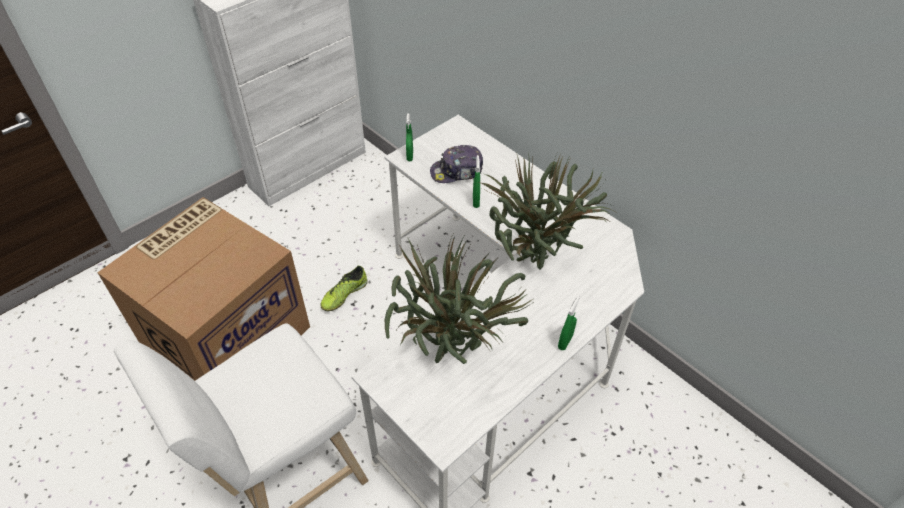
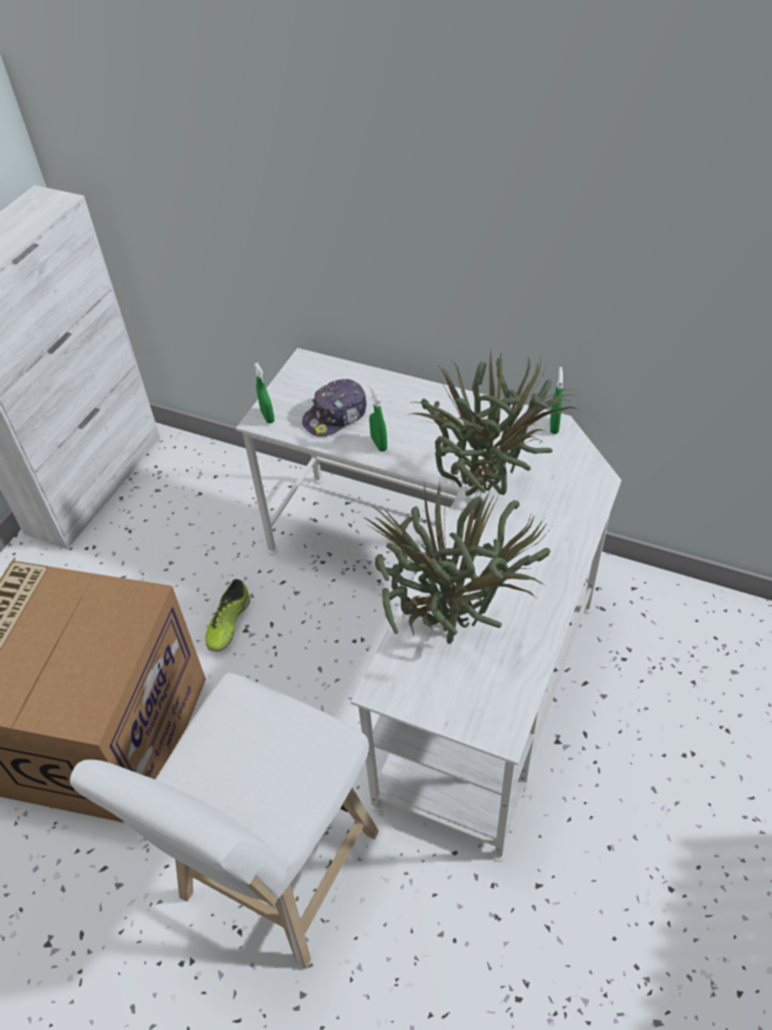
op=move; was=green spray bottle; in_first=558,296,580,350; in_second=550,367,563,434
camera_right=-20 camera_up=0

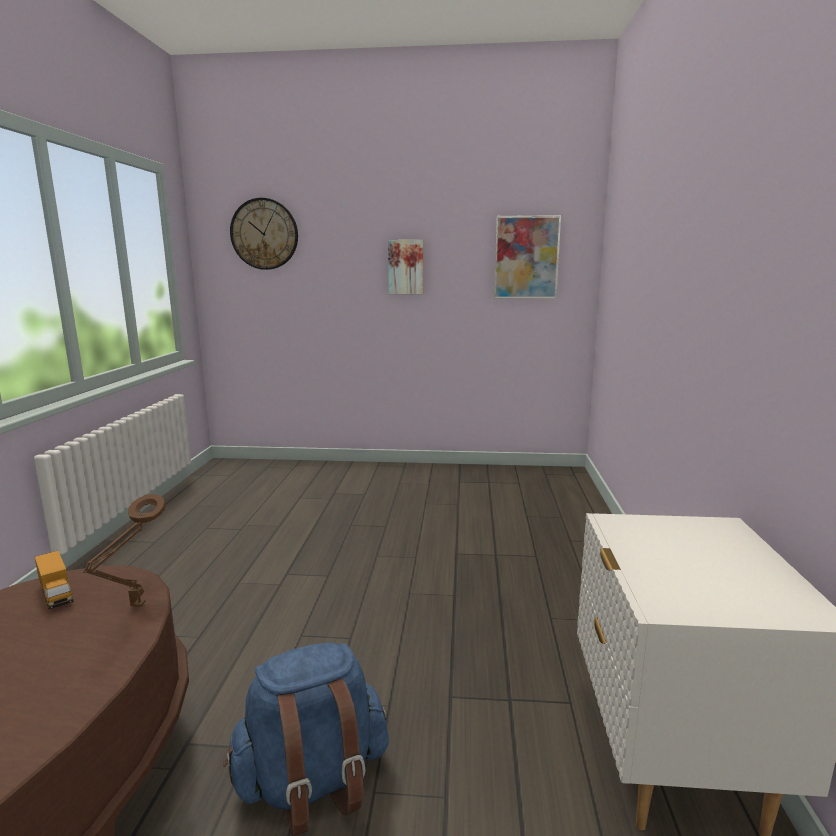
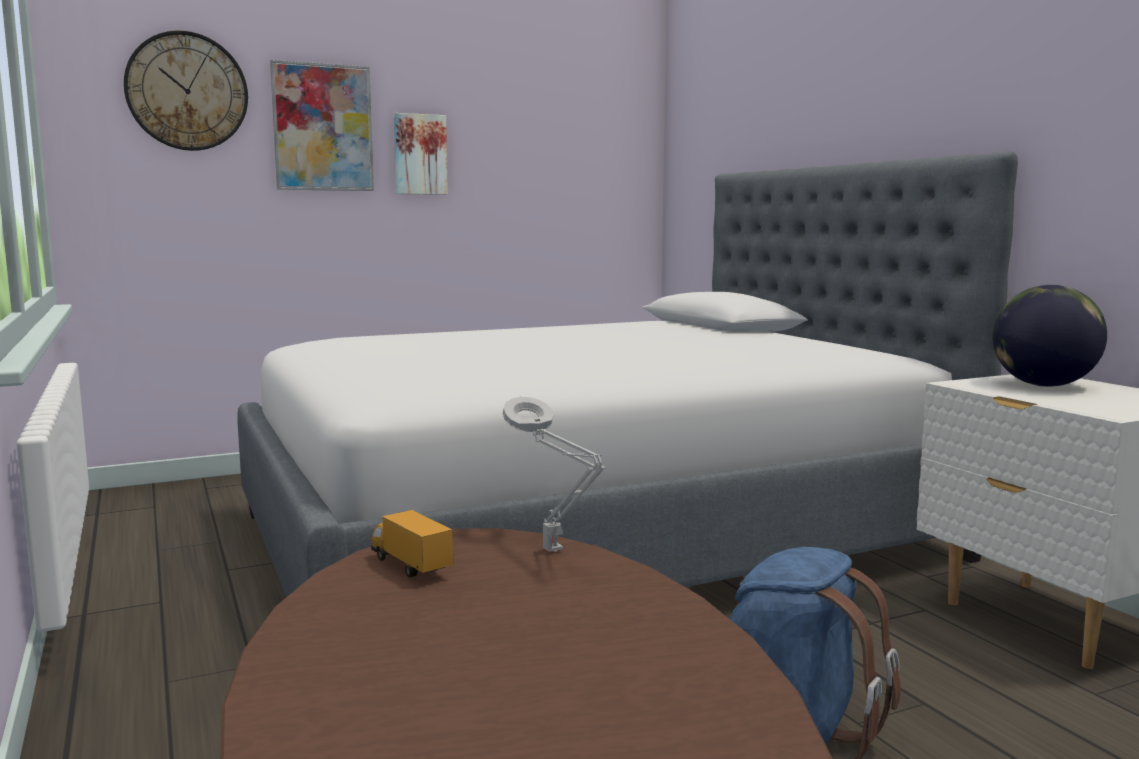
op=insert; now=bed; in_second=237,151,1018,597
op=insert; now=globe; in_second=992,285,1107,387
op=move; was=picture; in_first=494,215,561,299; in_second=270,60,374,191
op=recolor; was=brown table lamp; now=grey table lamp; in_first=83,494,166,607; in_second=503,397,605,552
op=rotate; was=toy truck; in_first=35,551,73,609; in_second=371,510,453,578; clockwise=-150
camera_right=-30 camera_up=-5

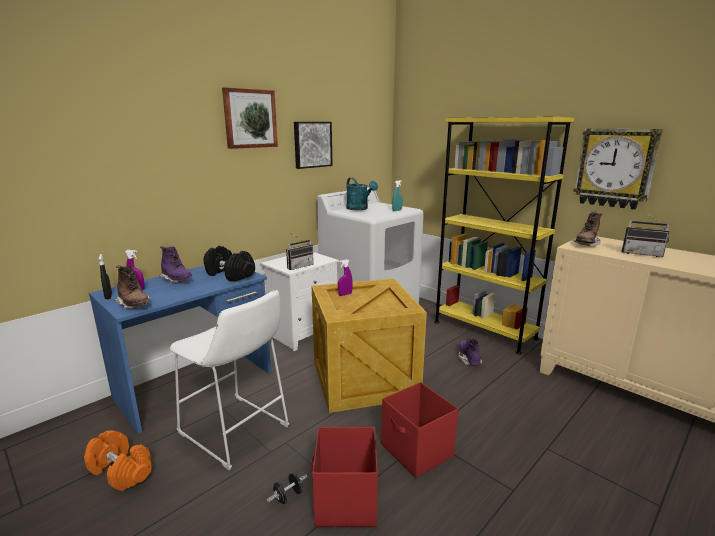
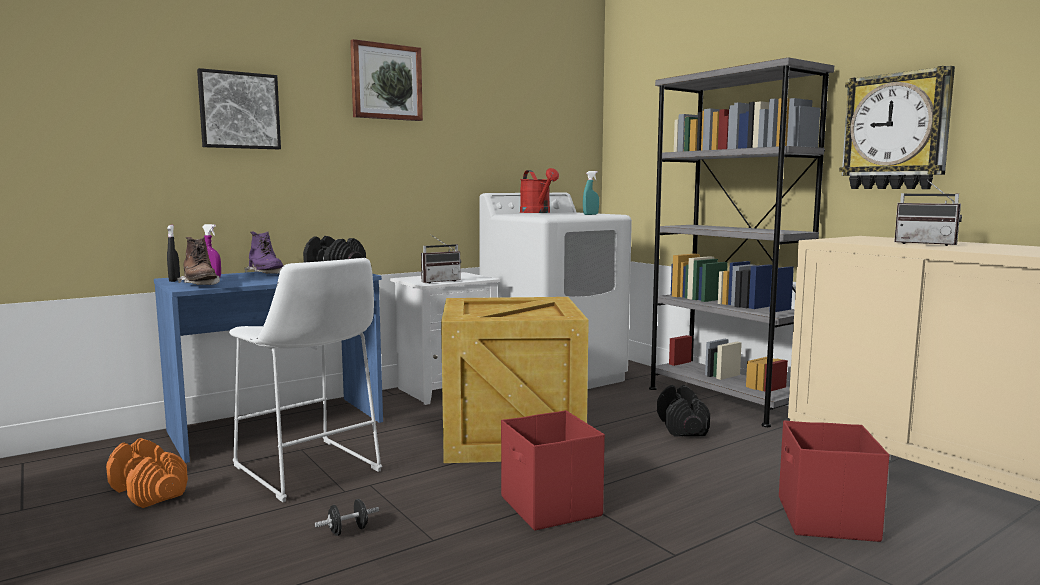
op=delete; was=purple spray bottle; in_first=338,259,353,296
op=delete; was=brown boot; in_first=574,211,602,246
op=move; was=picture; in_first=294,122,333,169; in_second=197,68,281,149
op=move; was=red storage box; in_first=311,427,378,527; in_second=779,421,889,542
op=replace; was=purple boot; now=black dumbbell; in_first=458,337,483,365; in_second=657,385,710,436
op=recolor; was=turquoise watering can; now=red watering can; in_first=346,178,378,210; in_second=520,168,559,213
op=recolor; was=yellow bookcase; now=grey bookcase; in_first=434,117,574,355; in_second=649,57,834,427
camera_right=10 camera_up=-10

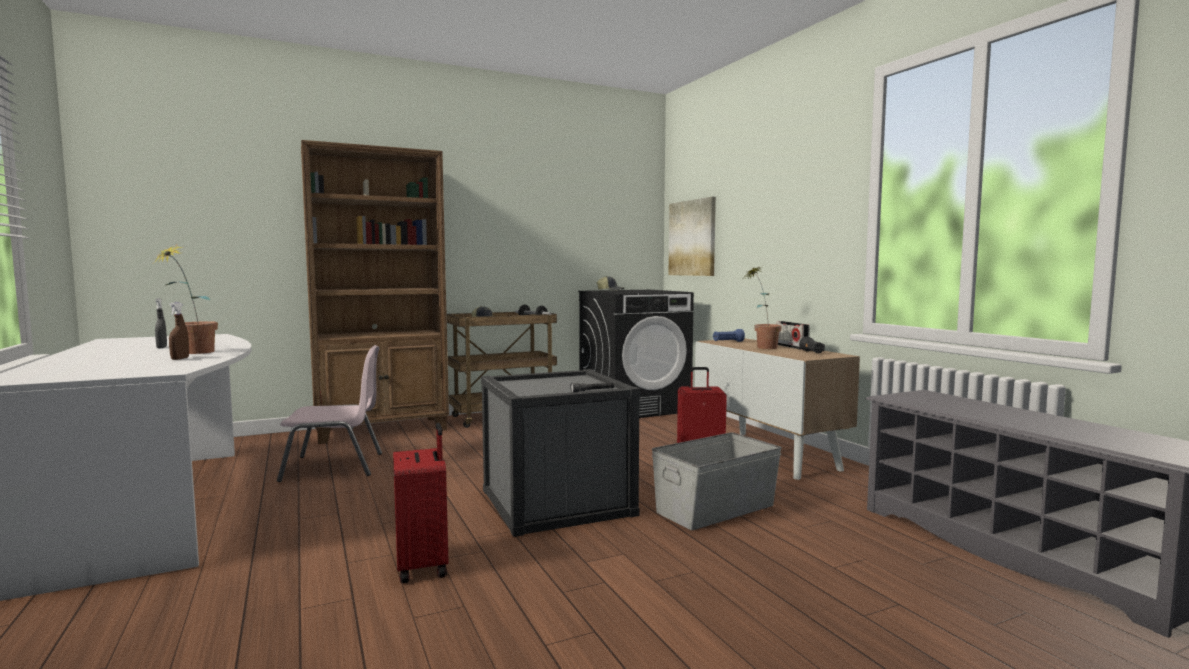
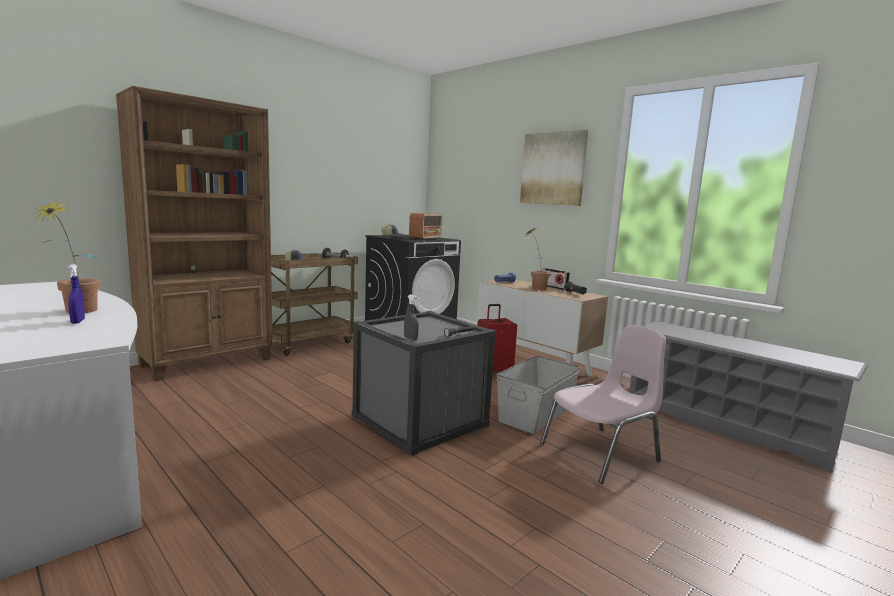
op=delete; was=red suitcase; in_first=393,423,449,583
op=insert; now=radio; in_second=409,213,442,240
op=move; was=grey spray bottle; in_first=155,298,167,348; in_second=404,294,419,340
op=move; was=pink chair; in_first=277,345,382,482; in_second=540,325,666,484
op=move; was=picture; in_first=669,197,716,276; in_second=520,130,588,206
op=recolor; was=brown spray bottle; now=blue spray bottle; in_first=169,302,189,360; in_second=68,264,85,324
camera_right=-20 camera_up=5

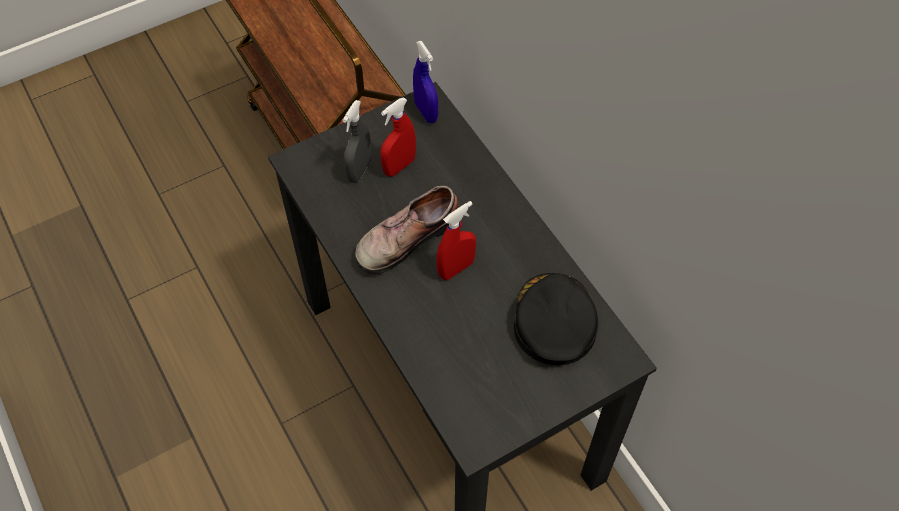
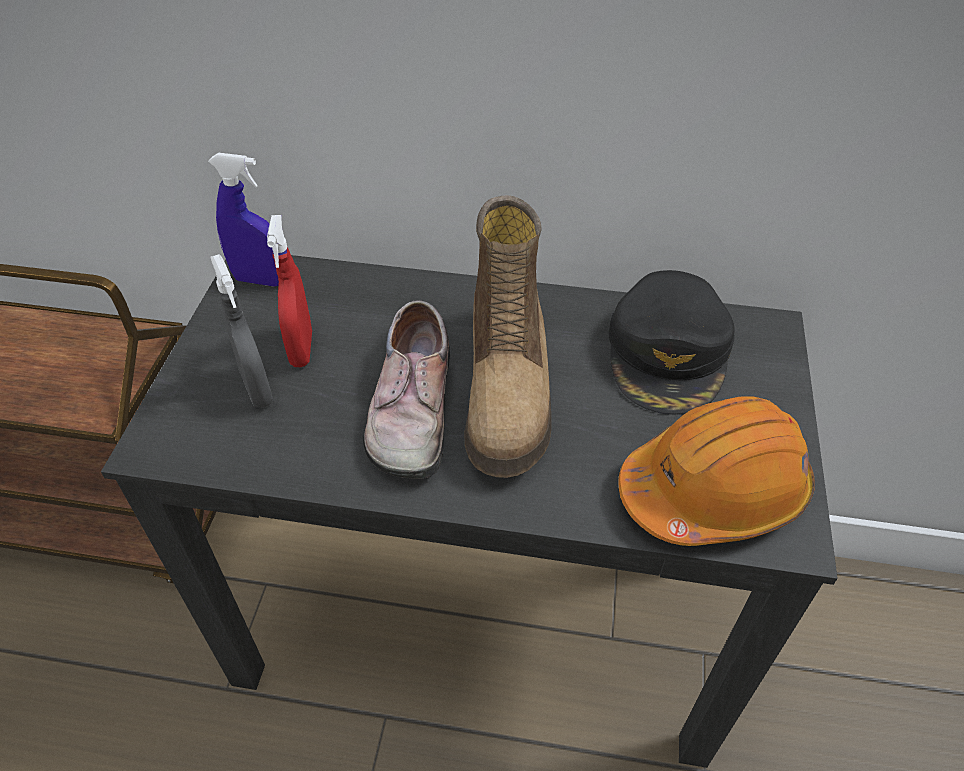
op=insert; now=orange hard hat; in_second=618,396,815,546
op=replace; was=red spray bottle; now=boot; in_first=436,201,476,280; in_second=464,195,551,478
op=rotate; was=black cap; in_first=514,273,599,365; in_second=609,270,735,415; clockwise=-120
camera_right=-50 camera_up=-10

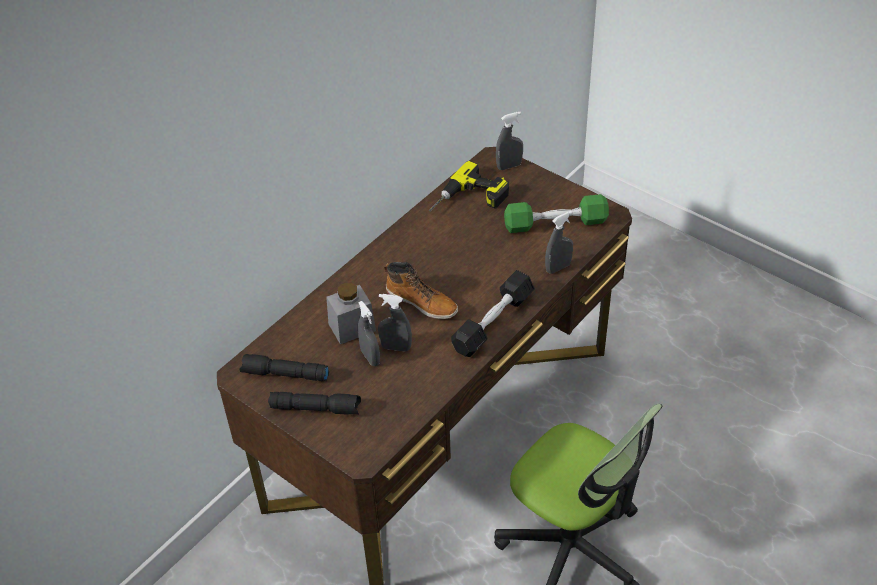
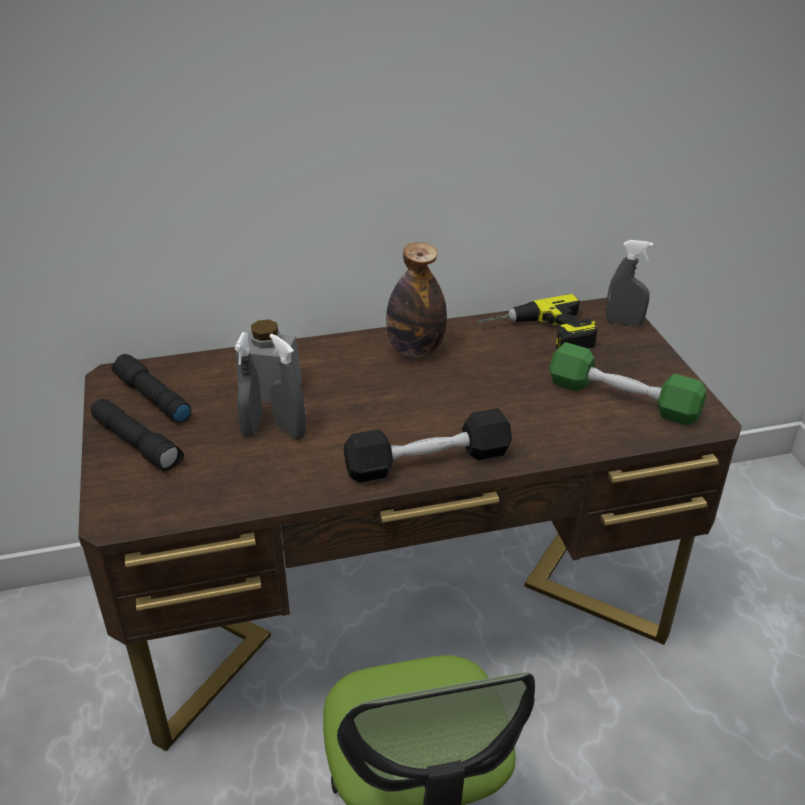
op=delete; was=boot; in_first=384,262,458,319
op=delete; was=grey spray bottle; in_first=545,211,573,274
op=insert; now=bottle; in_second=386,242,447,358
camera_right=35 camera_up=-10

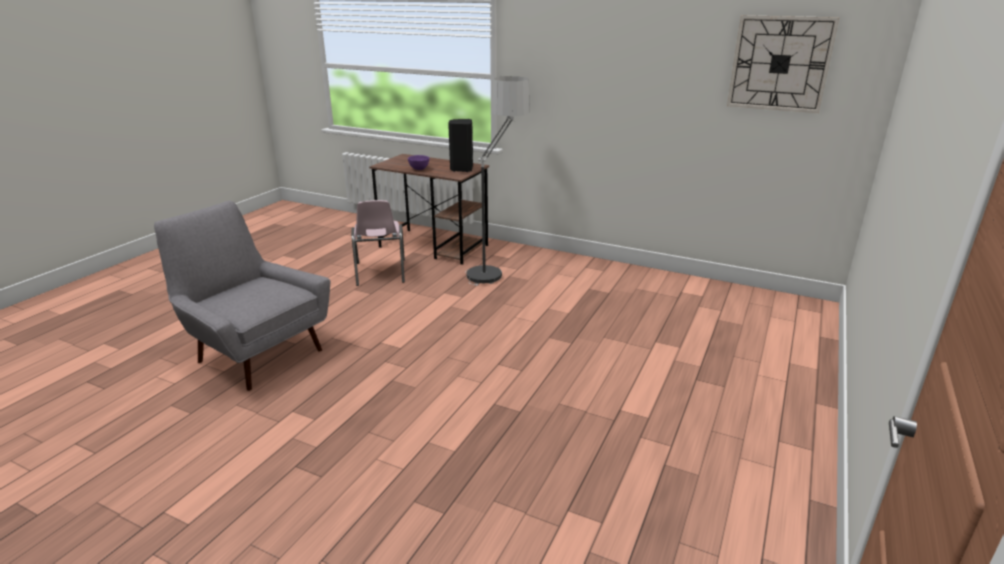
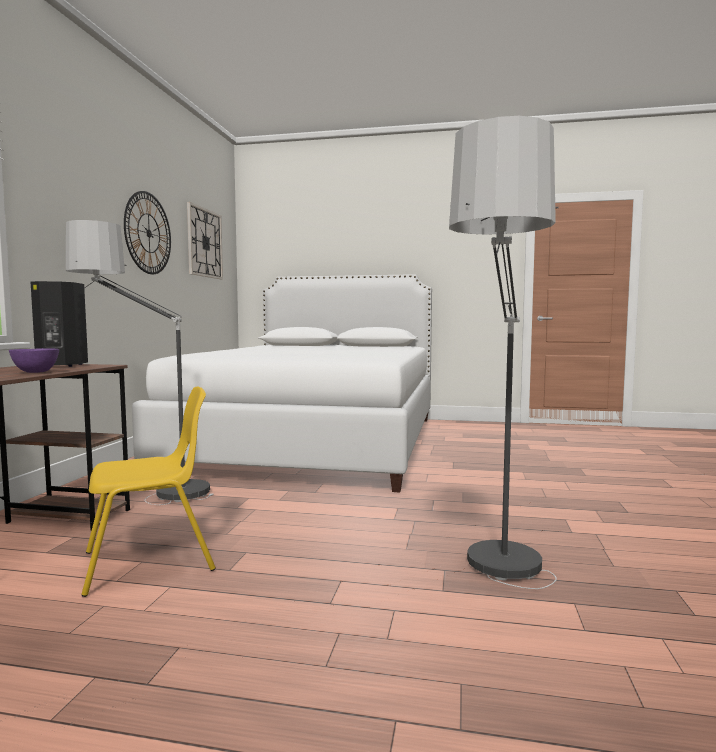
op=insert; now=wall clock; in_second=124,191,171,274
op=insert; now=white bed; in_second=132,274,432,492
op=replace; was=grey armchair; now=floor lamp; in_first=154,200,330,391; in_second=449,116,559,589
op=recolor; was=pink chair; now=yellow chair; in_first=351,200,405,286; in_second=81,386,216,597
camera_right=-105 camera_up=-20

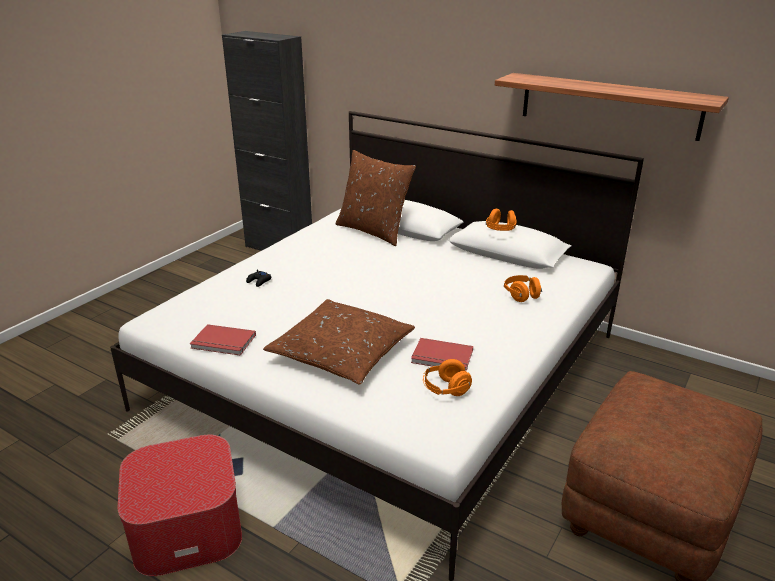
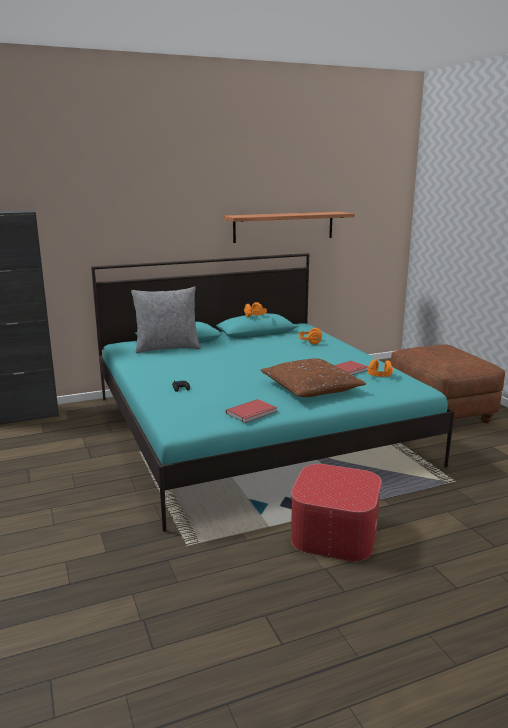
op=recolor; was=white bed; now=turquoise bed; in_first=110,111,644,581; in_second=91,253,454,532
op=recolor; was=brown pillow; now=grey pillow; in_first=336,150,416,246; in_second=131,287,201,353
camera_right=-55 camera_up=-10

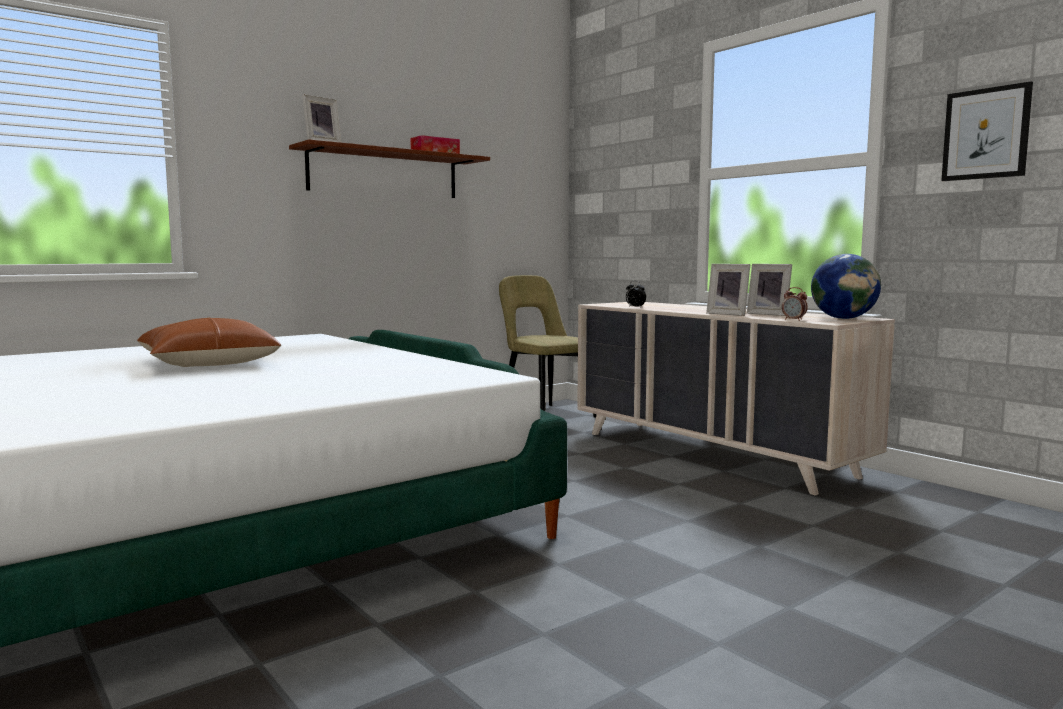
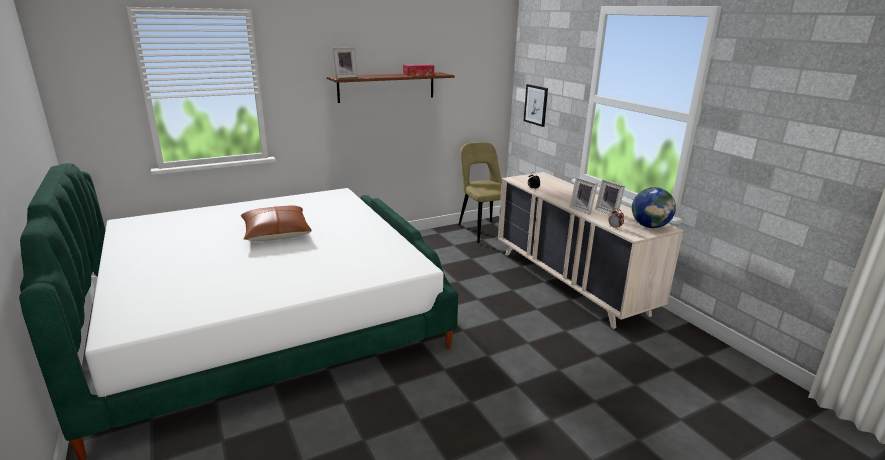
op=move; was=picture; in_first=941,81,1033,181; in_second=524,84,548,127
camera_right=10 camera_up=15

